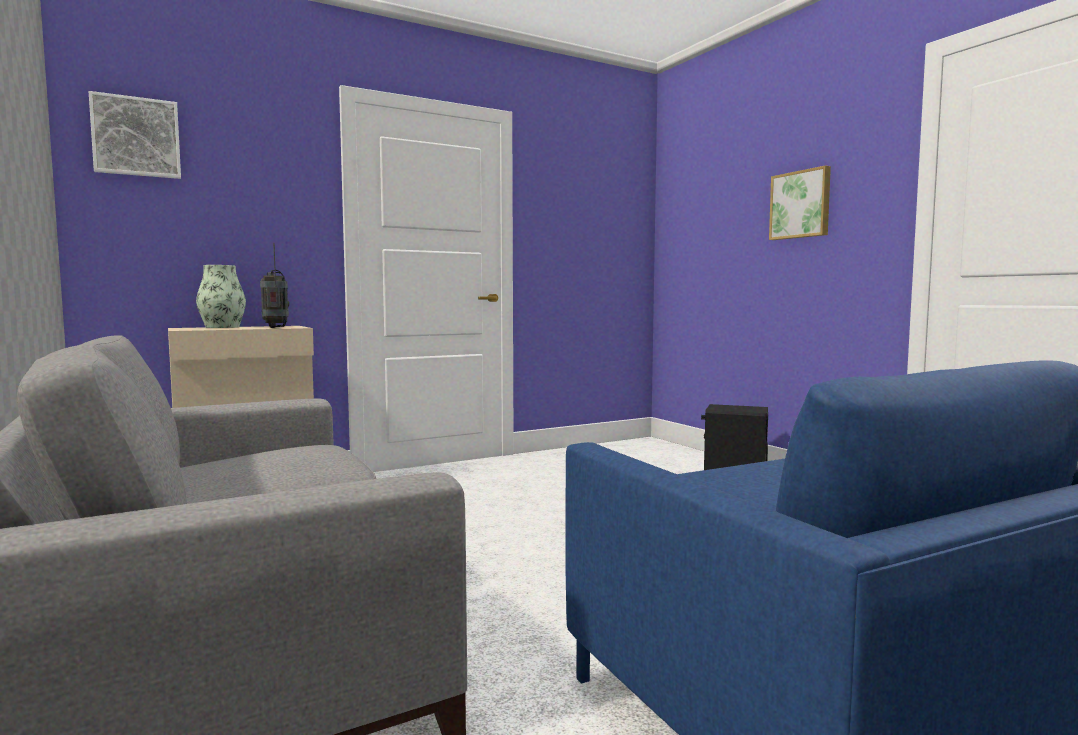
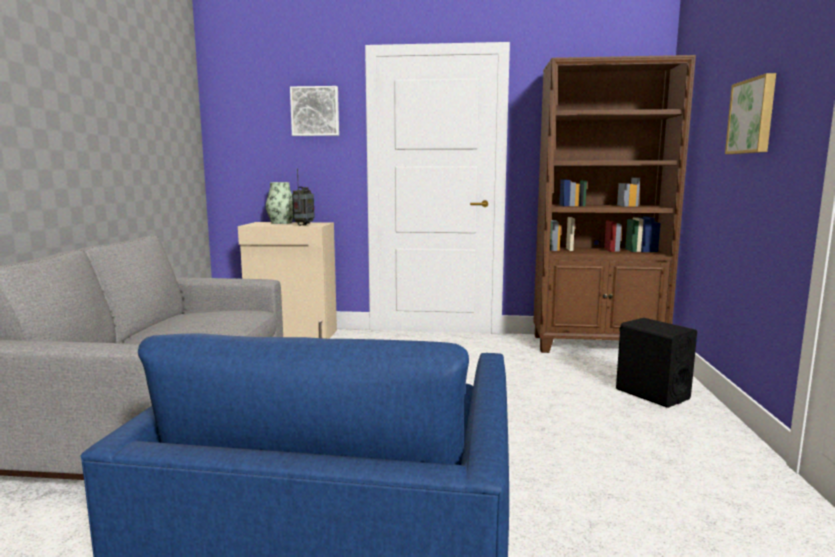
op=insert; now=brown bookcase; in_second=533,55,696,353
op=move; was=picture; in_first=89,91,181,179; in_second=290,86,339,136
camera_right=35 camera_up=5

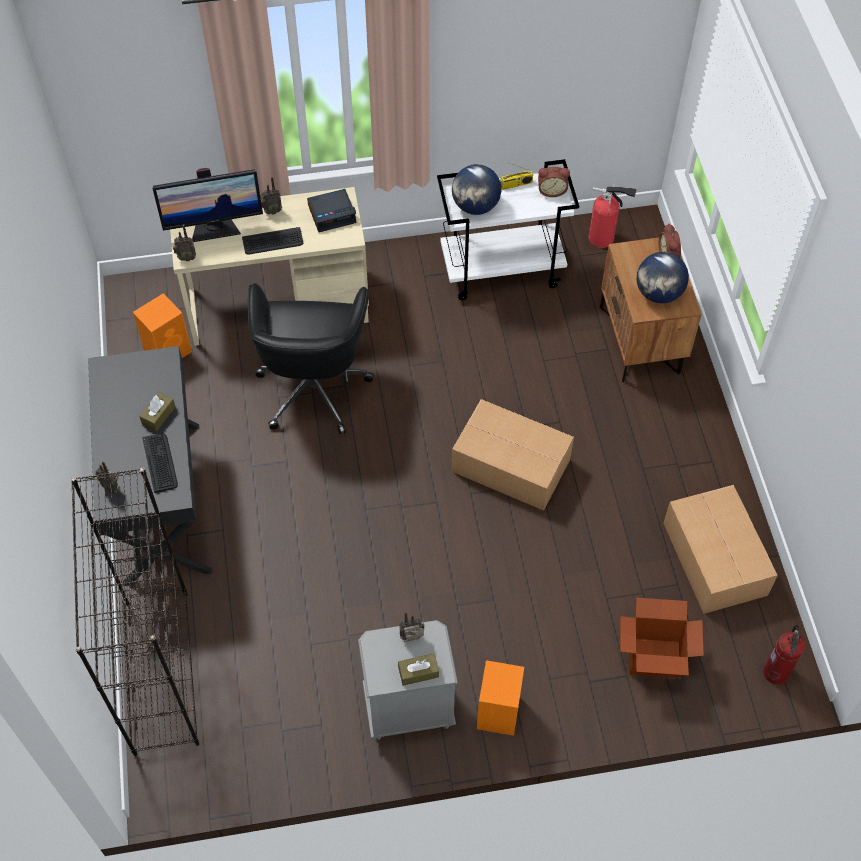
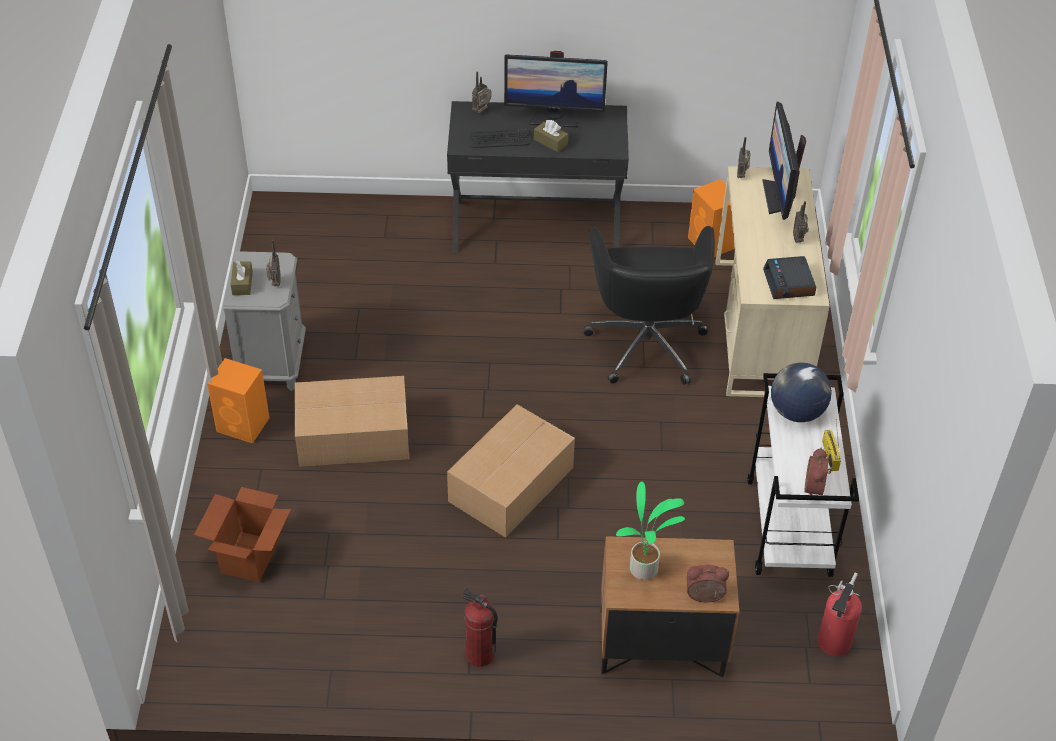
op=delete; was=black bookcase; in_first=71,468,199,756
op=delete; was=keyboard; in_first=242,227,303,254
op=insert; now=monitor; in_second=504,51,608,128
op=move; was=cardboard box; in_first=663,485,778,614; in_second=295,376,409,467
op=move; was=fire extinguisher; in_first=763,625,805,685; in_second=462,588,498,667
op=replace; was=globe; now=potted plant; in_first=637,252,689,303; in_second=616,481,685,580
op=rotate; was=black office chair; in_first=248,283,374,434; in_second=584,226,715,385; clockwise=-105
camera_right=100 camera_up=-10

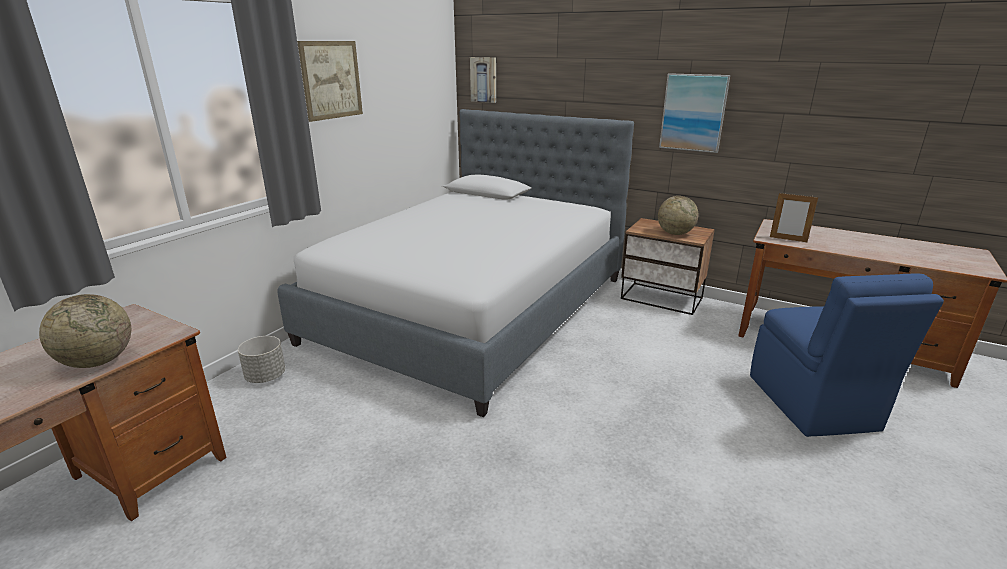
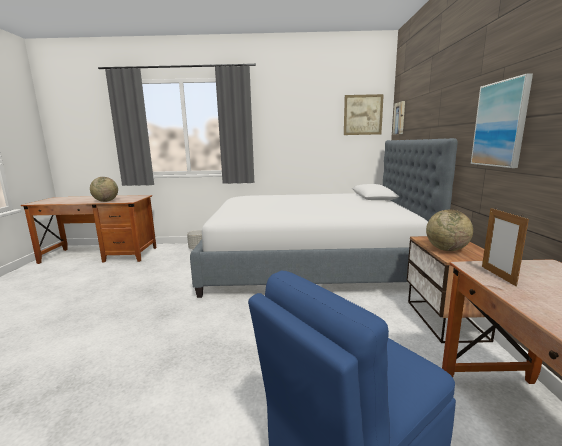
op=move; was=picture; in_first=297,41,363,122; in_second=344,94,384,135
camera_right=60 camera_up=-10

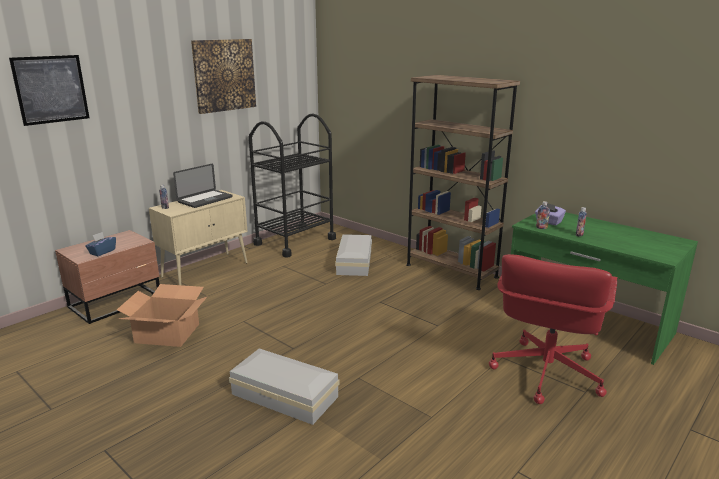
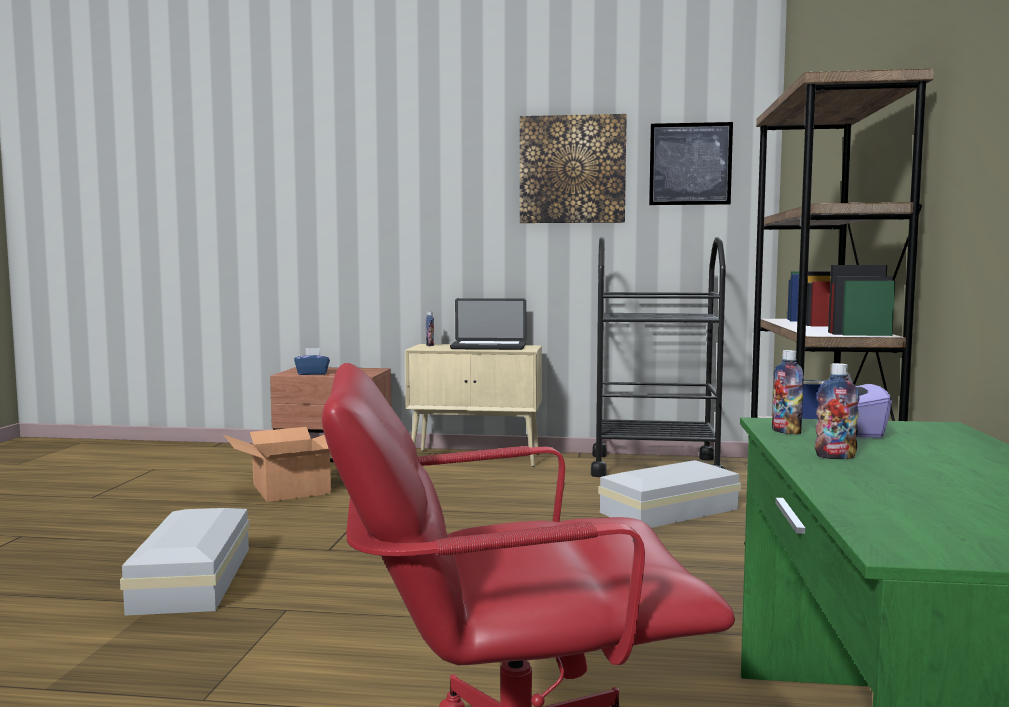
op=move; was=picture; in_first=9,55,89,126; in_second=649,122,733,205
camera_right=55 camera_up=-15

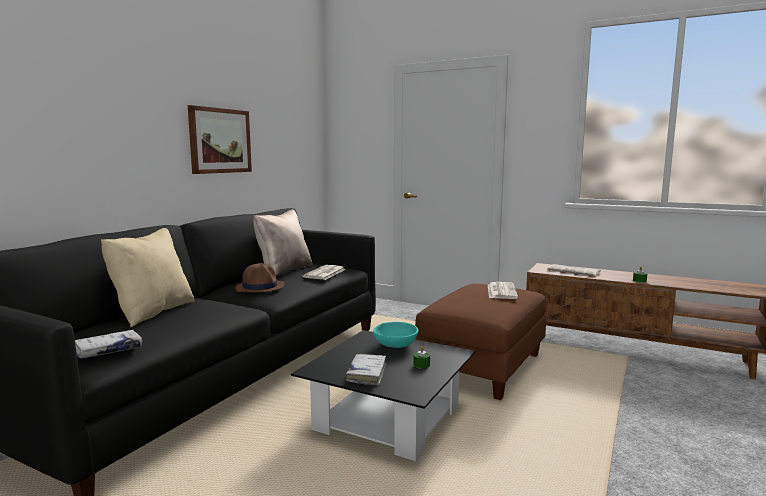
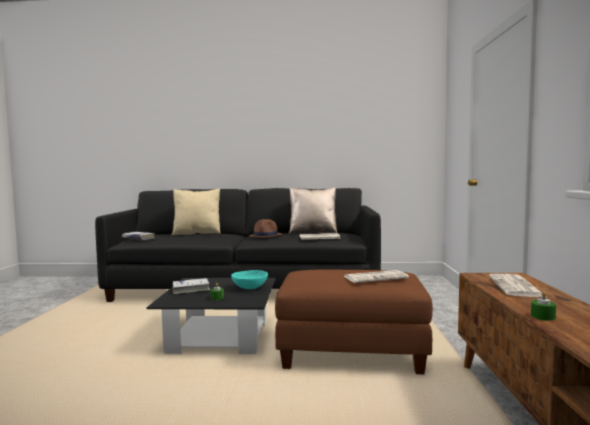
op=delete; was=picture; in_first=188,105,252,174
camera_right=65 camera_up=-5

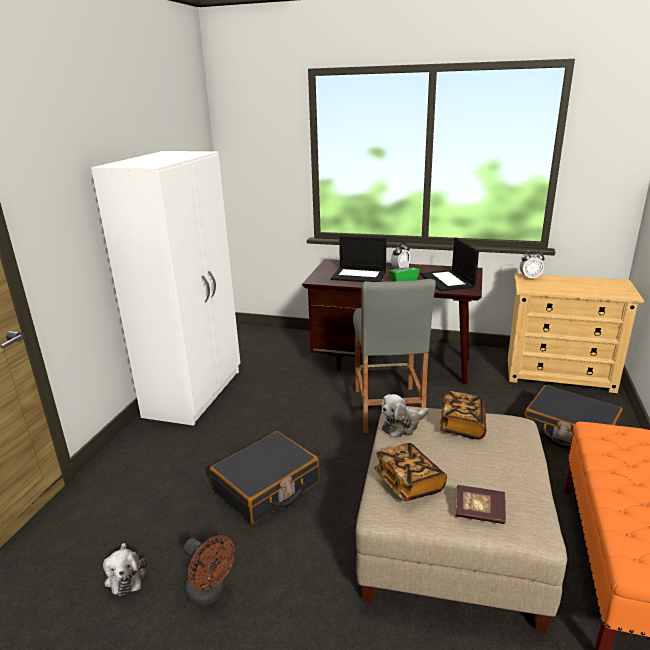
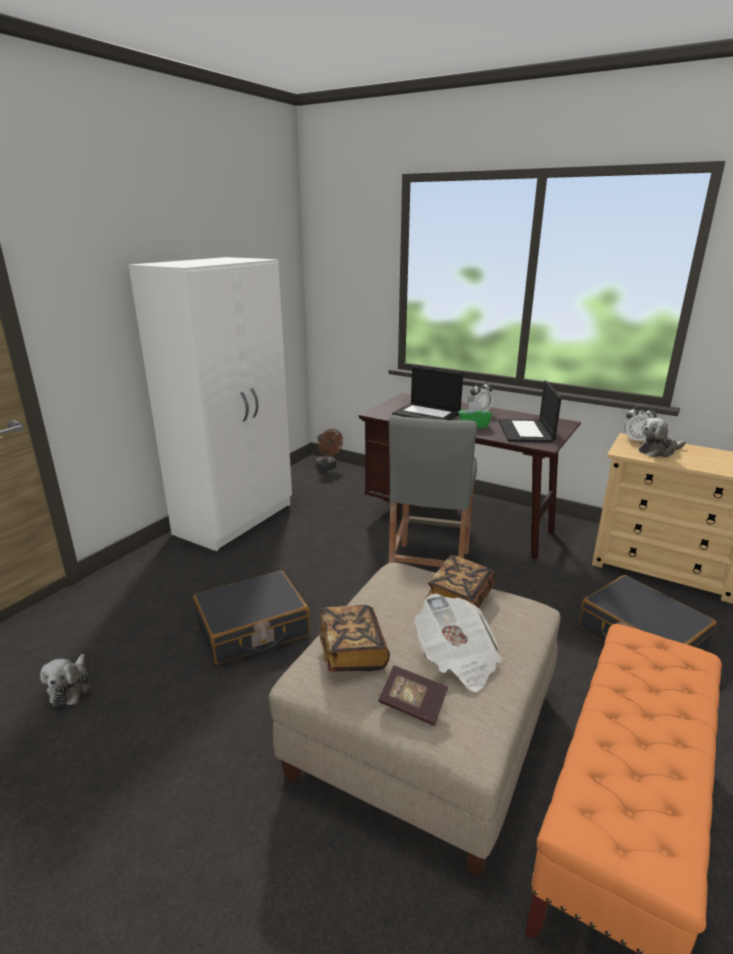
op=insert; now=newspaper; in_second=414,594,503,692
op=move; was=brown fan; in_first=184,535,235,607; in_second=315,429,343,469
op=move; was=plush toy; in_first=381,394,428,438; in_second=639,418,686,457
camera_right=15 camera_up=0

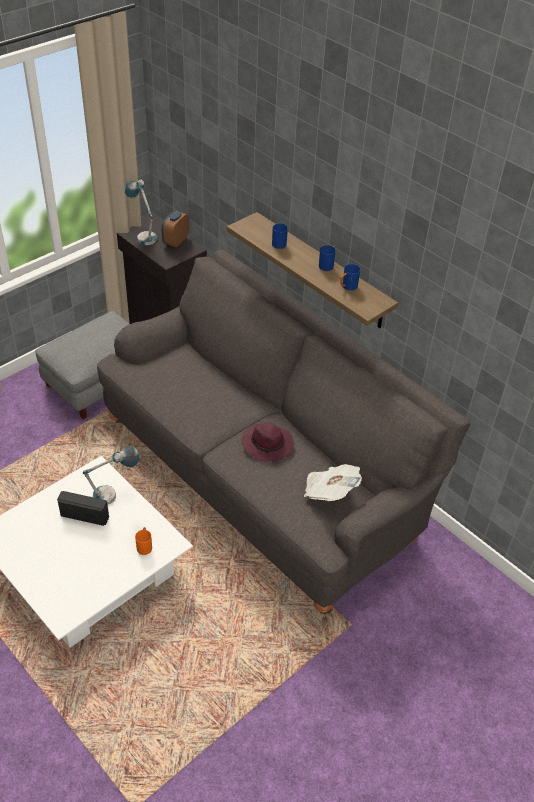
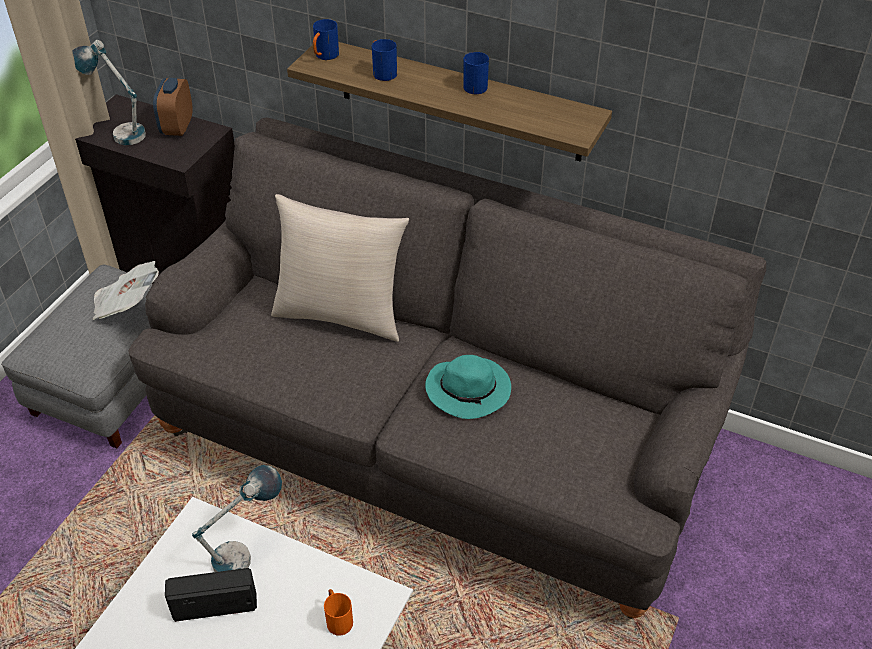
op=insert; now=beige pillow; in_second=271,194,409,342
op=move; was=newspaper; in_first=304,464,362,501; in_second=93,261,159,320
op=move; was=blue mug; in_first=340,264,360,291; in_second=313,19,339,60
op=recolor; was=purple hat; now=turquoise hat; in_first=242,422,294,461; in_second=425,355,511,419
camera_right=-20 camera_up=0

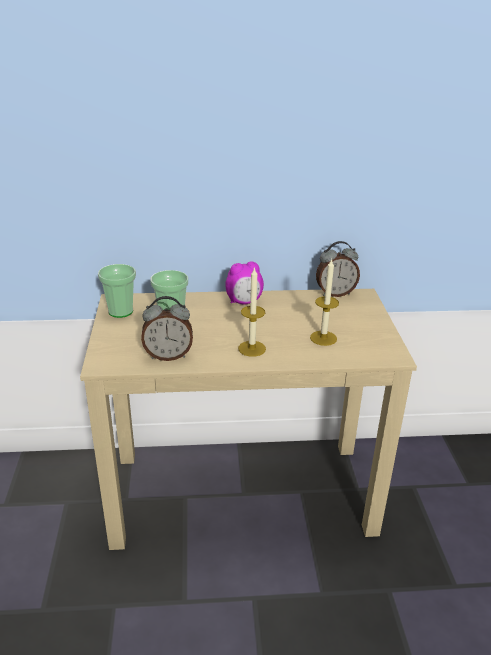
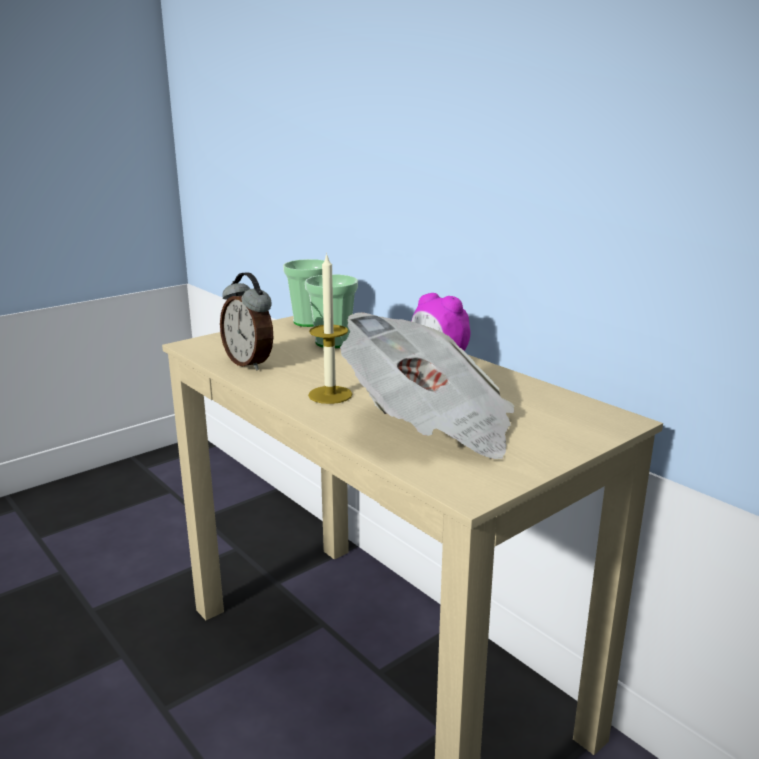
op=delete; was=alarm clock; in_first=316,241,360,297
op=replace; was=candle; now=newspaper; in_first=310,258,339,346; in_second=340,312,514,459
camera_right=55 camera_up=-10

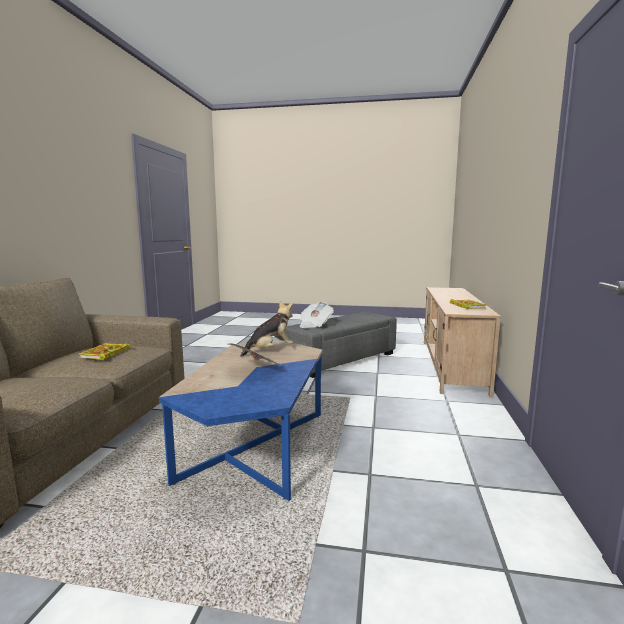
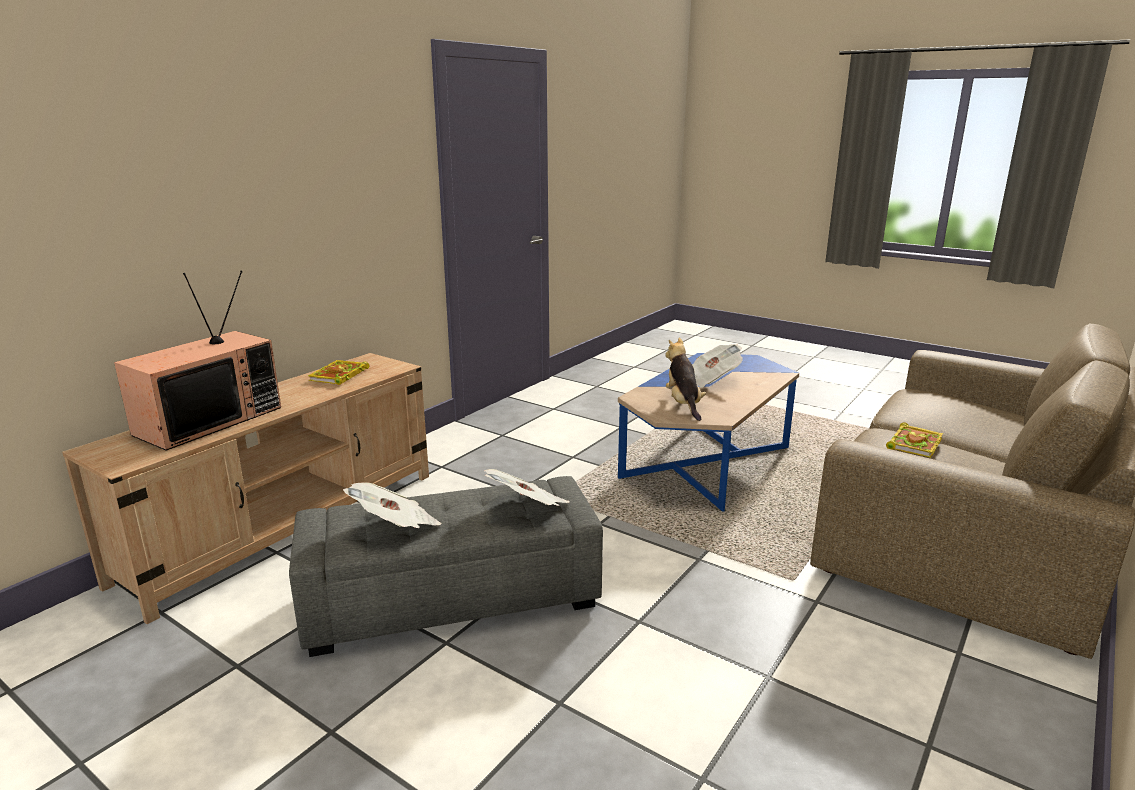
op=insert; now=television; in_second=114,271,281,450
op=insert; now=newspaper; in_second=343,482,442,528
op=rotate; was=plush toy; in_first=240,301,294,357; in_second=665,337,706,421; clockwise=90
camera_right=-155 camera_up=10

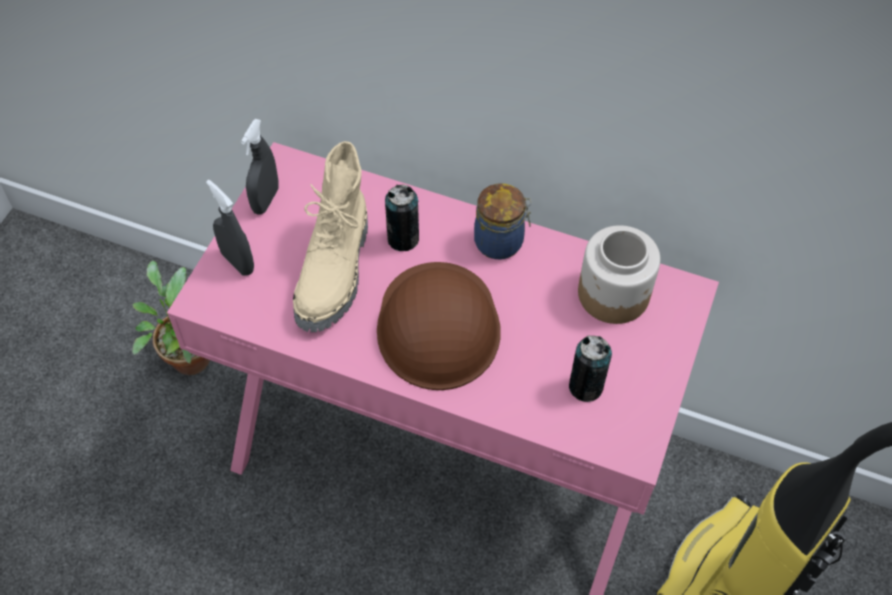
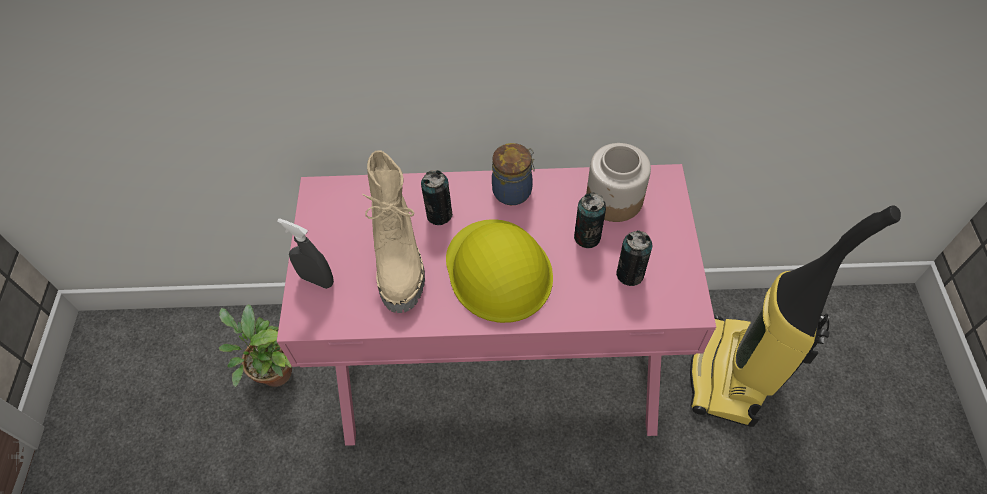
op=delete; was=grey spray bottle; in_first=241,119,279,215
op=insert; now=can; in_second=574,193,606,248
op=recolor; was=brown hard hat; now=yellow hard hat; in_first=377,262,501,390; in_second=446,219,553,323
camera_right=-20 camera_up=0

